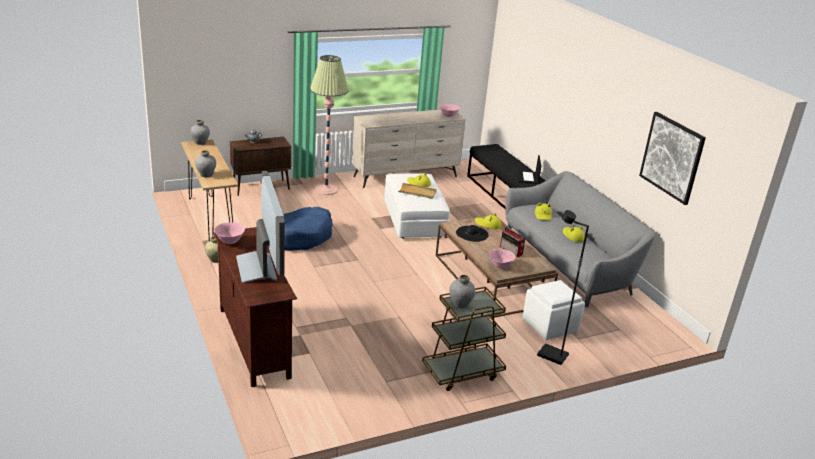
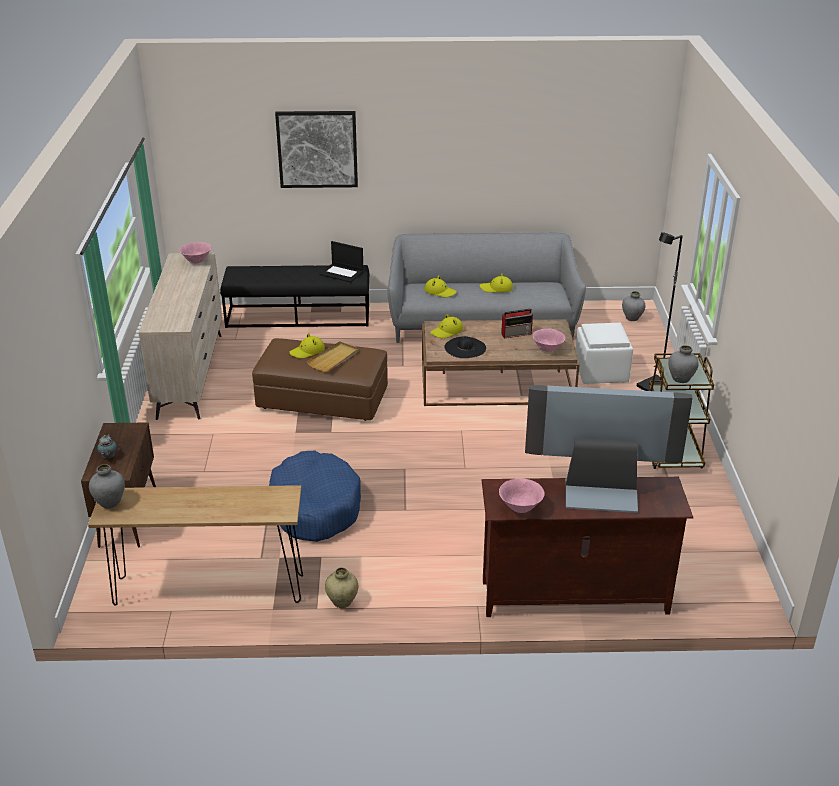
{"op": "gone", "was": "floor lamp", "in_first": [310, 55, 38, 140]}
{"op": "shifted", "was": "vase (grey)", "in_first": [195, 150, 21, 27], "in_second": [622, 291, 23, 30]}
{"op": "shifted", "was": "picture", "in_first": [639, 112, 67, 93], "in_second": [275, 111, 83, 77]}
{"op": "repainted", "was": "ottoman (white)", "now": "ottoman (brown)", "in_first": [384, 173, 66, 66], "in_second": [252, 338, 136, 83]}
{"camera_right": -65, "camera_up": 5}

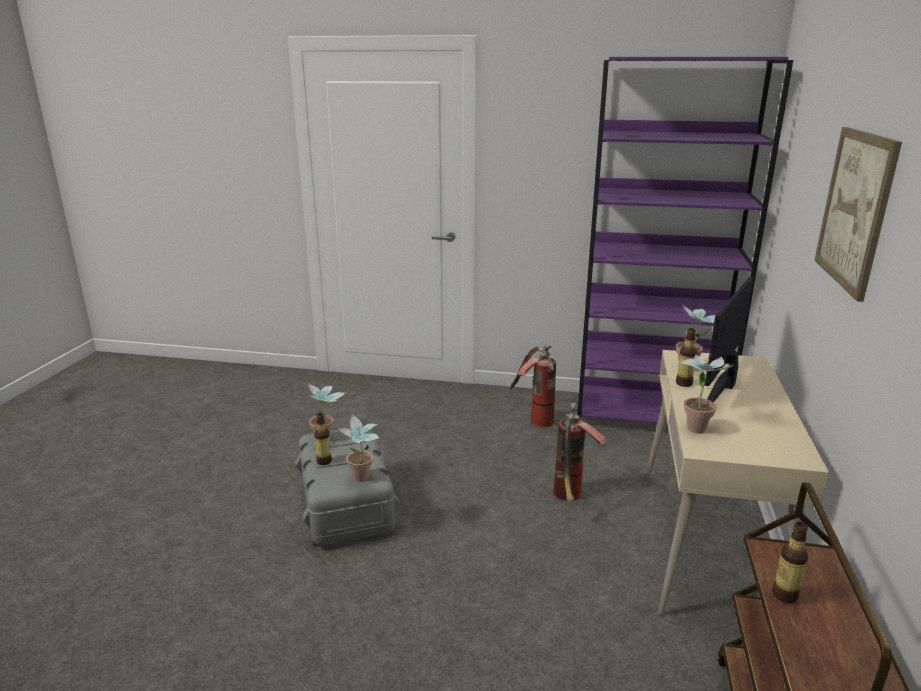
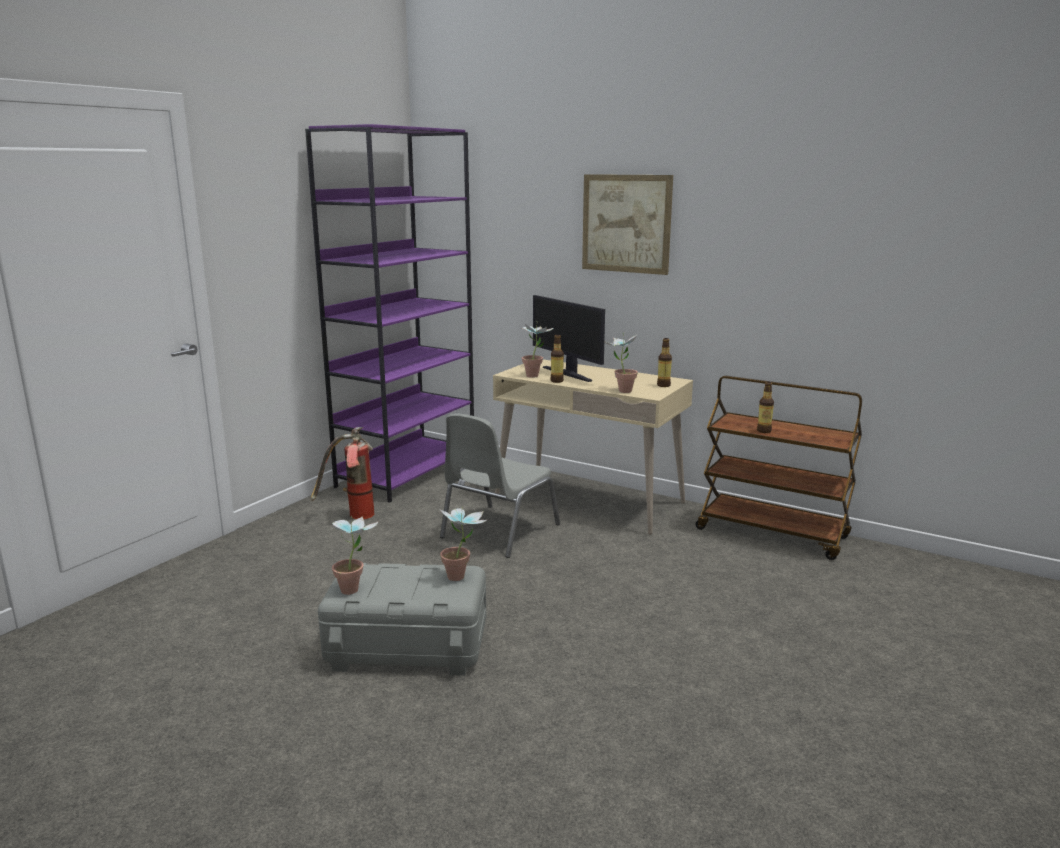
{"op": "shifted", "was": "bottle", "in_first": [314, 413, 18, 52], "in_second": [657, 338, 15, 49]}
{"op": "swapped", "was": "fire extinguisher", "now": "chair (grey)", "in_first": [553, 401, 53, 103], "in_second": [440, 413, 120, 145]}
{"camera_right": -70, "camera_up": -5}

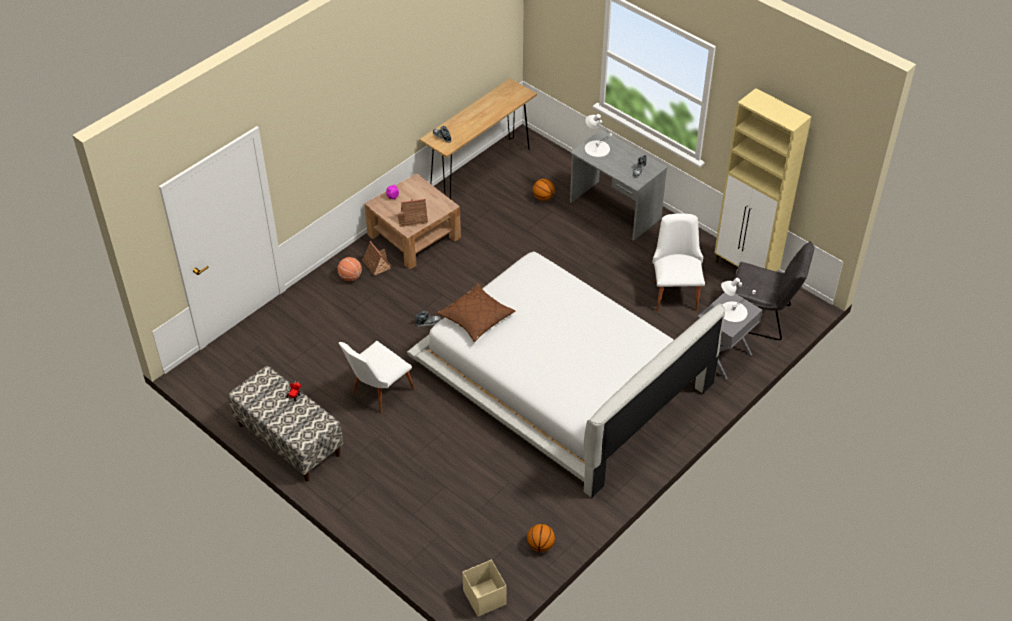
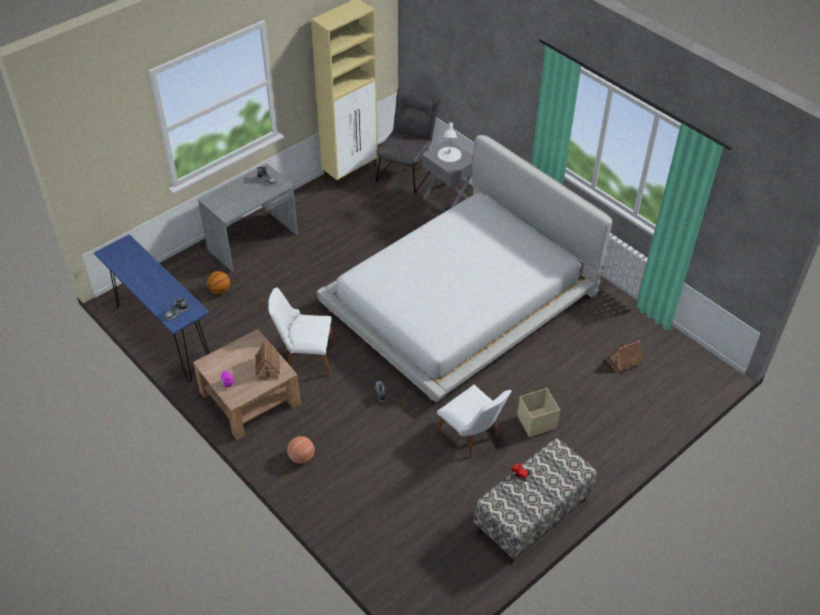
{"op": "gone", "was": "pillow (brown)", "in_first": [437, 283, 78, 59]}
{"op": "gone", "was": "basketball", "in_first": [527, 524, 28, 28]}
{"op": "gone", "was": "table lamp (white)", "in_first": [585, 114, 27, 43]}
{"op": "shifted", "was": "toy house", "in_first": [362, 241, 30, 35], "in_second": [606, 340, 37, 33]}
{"op": "shifted", "was": "storage box (beige)", "in_first": [462, 560, 45, 57], "in_second": [517, 388, 43, 49]}
{"op": "shifted", "was": "chair (white)", "in_first": [652, 213, 53, 99], "in_second": [268, 287, 68, 89]}
{"op": "repainted", "was": "console table (brown)", "now": "console table (blue)", "in_first": [419, 78, 118, 121], "in_second": [94, 234, 116, 148]}
{"camera_right": -85, "camera_up": 0}

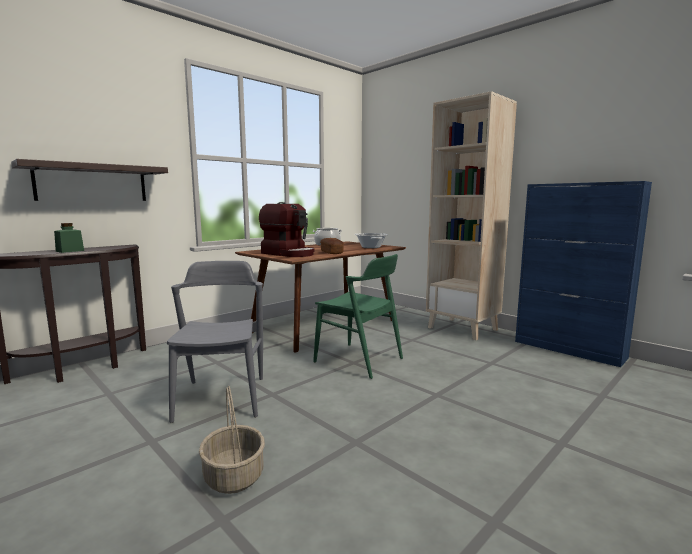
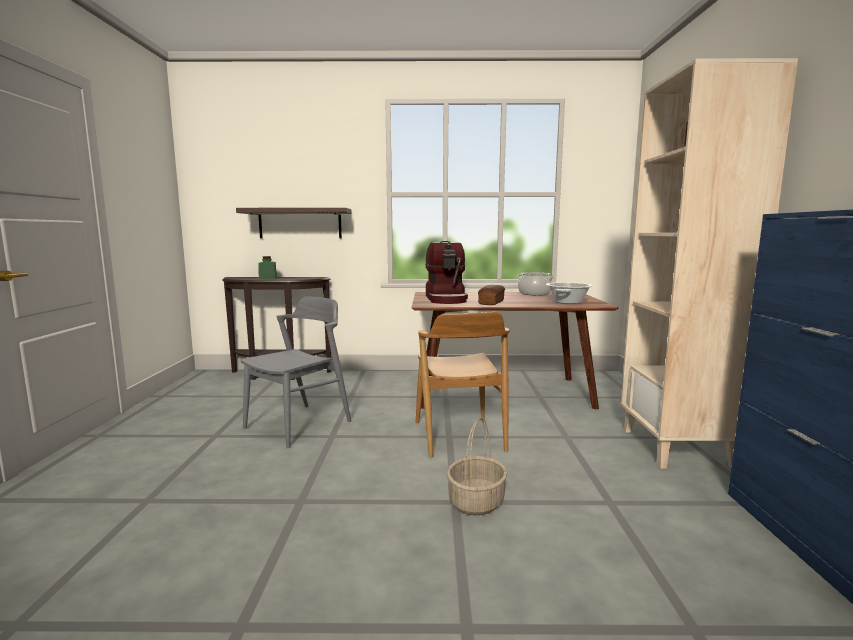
{"op": "shifted", "was": "basket", "in_first": [199, 386, 66, 108], "in_second": [447, 417, 60, 98]}
{"op": "repainted", "was": "chair (green)", "now": "chair (brown)", "in_first": [313, 254, 90, 125], "in_second": [416, 312, 94, 146]}
{"camera_right": 45, "camera_up": 0}

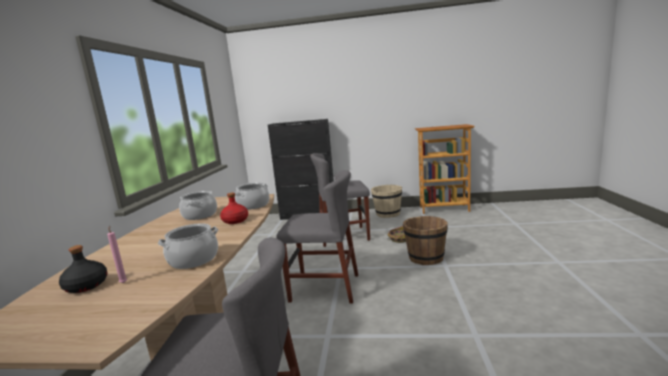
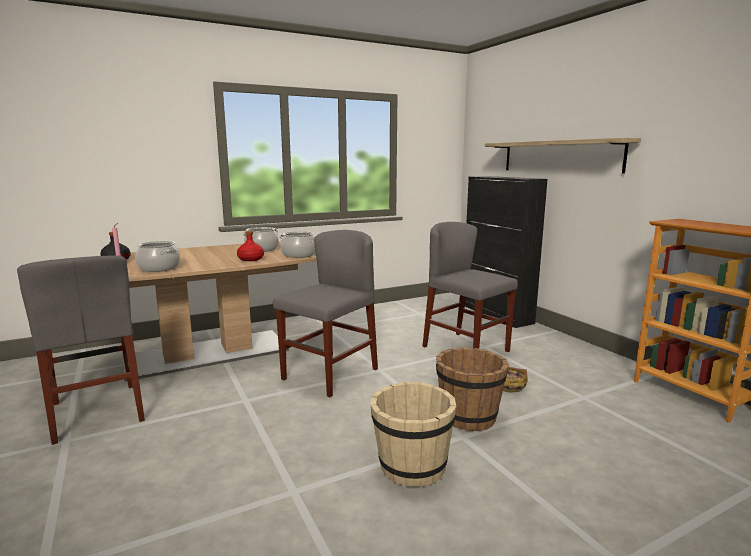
{"op": "new", "now": "shelf", "in_second": [485, 138, 156, 36]}
{"op": "shifted", "was": "bucket (beige)", "in_first": [371, 185, 31, 33], "in_second": [370, 382, 86, 105]}
{"op": "rotated", "was": "chair (grey)", "in_first": [276, 170, 82, 134], "in_second": [273, 230, 105, 167], "clockwise": -120}
{"camera_right": 55, "camera_up": 0}

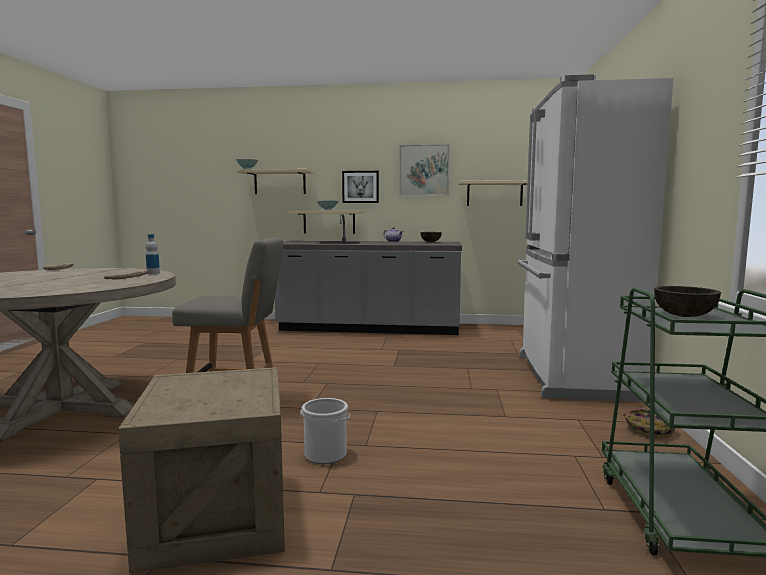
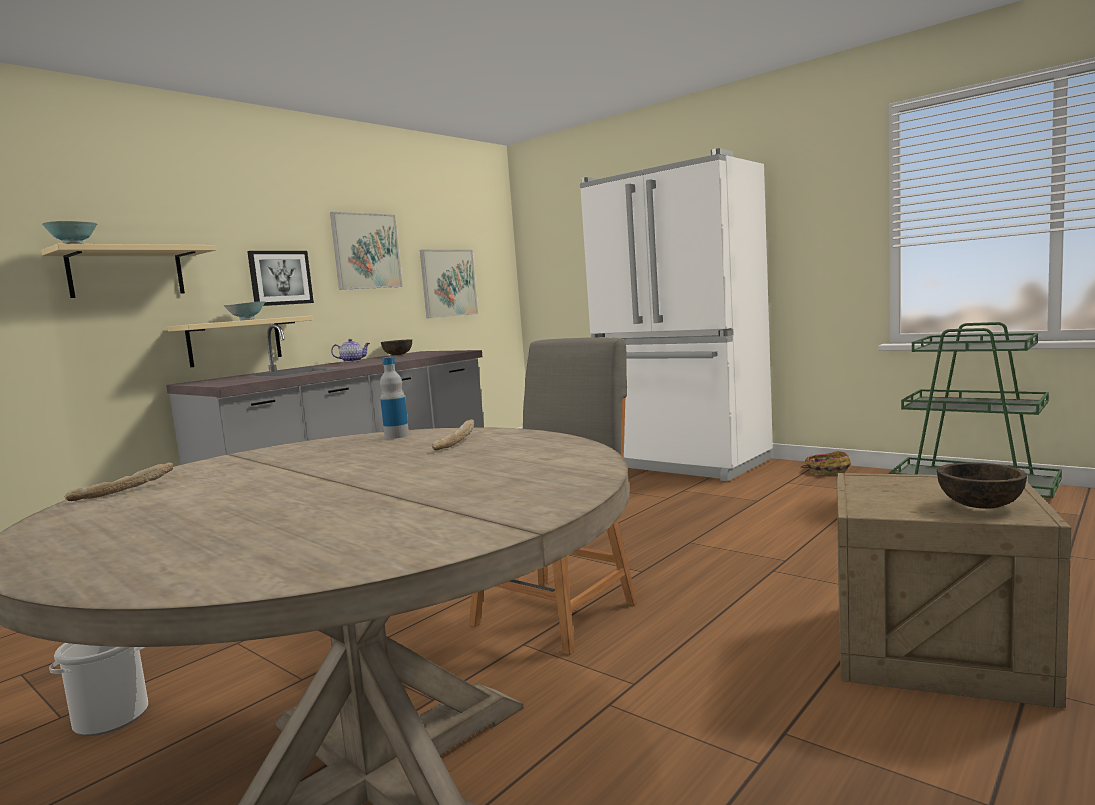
{"op": "shifted", "was": "bucket", "in_first": [300, 398, 50, 66], "in_second": [49, 643, 99, 93]}
{"op": "shifted", "was": "bowl (brown)", "in_first": [654, 286, 67, 31], "in_second": [937, 463, 90, 46]}
{"op": "swapped", "was": "shelf (beige)", "now": "picture", "in_first": [459, 180, 69, 26], "in_second": [420, 250, 58, 69]}
{"camera_right": -55, "camera_up": 0}

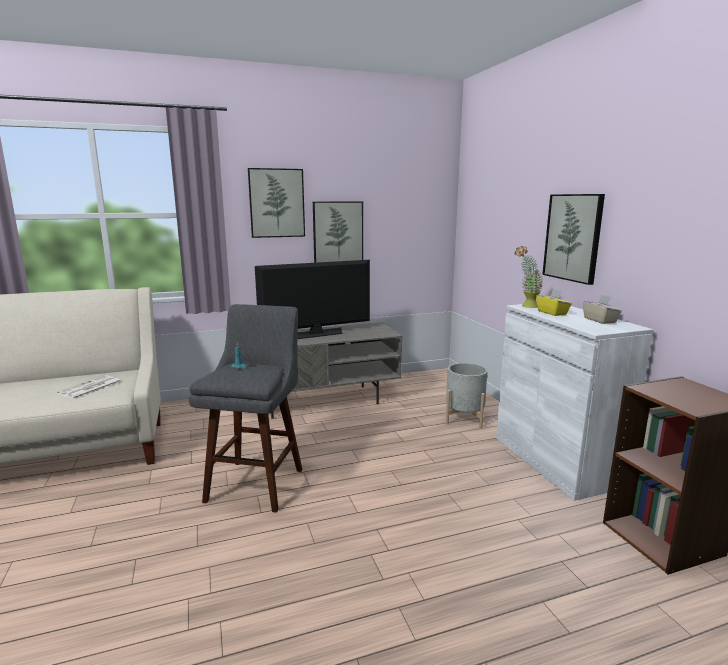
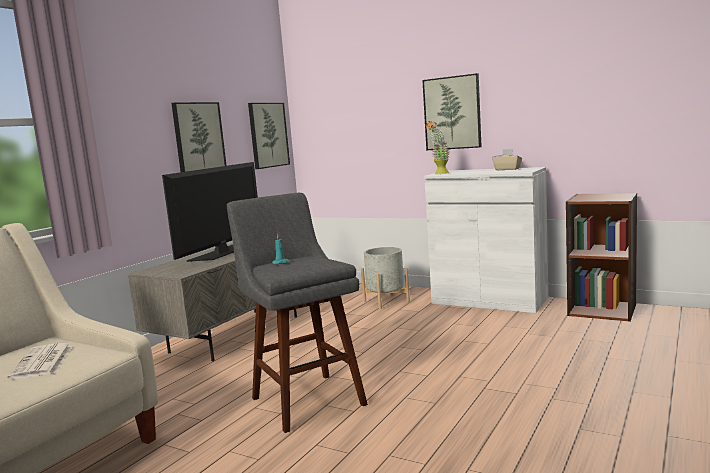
{"op": "gone", "was": "tissue box (yellow)", "in_first": [536, 289, 36, 27]}
{"op": "shifted", "was": "picture", "in_first": [248, 168, 57, 70], "in_second": [248, 103, 42, 66]}
{"camera_right": -40, "camera_up": -5}

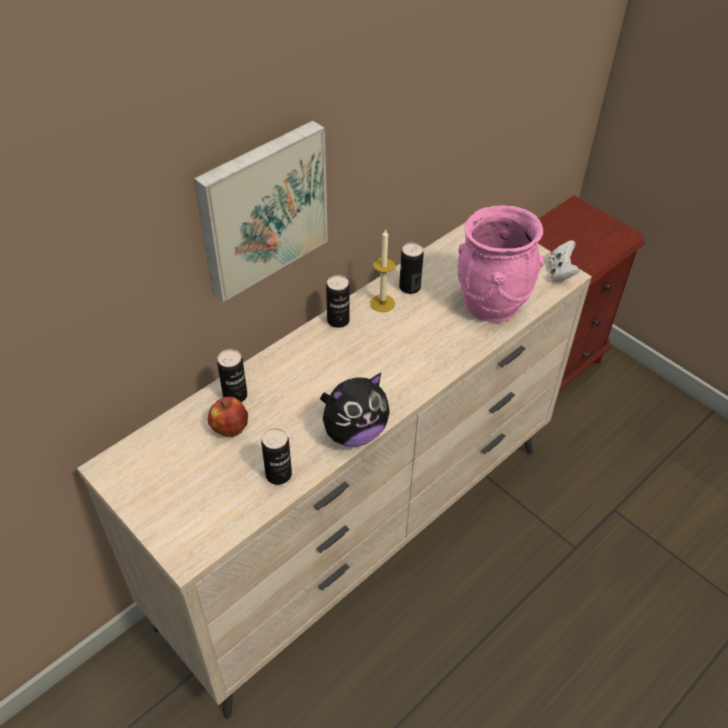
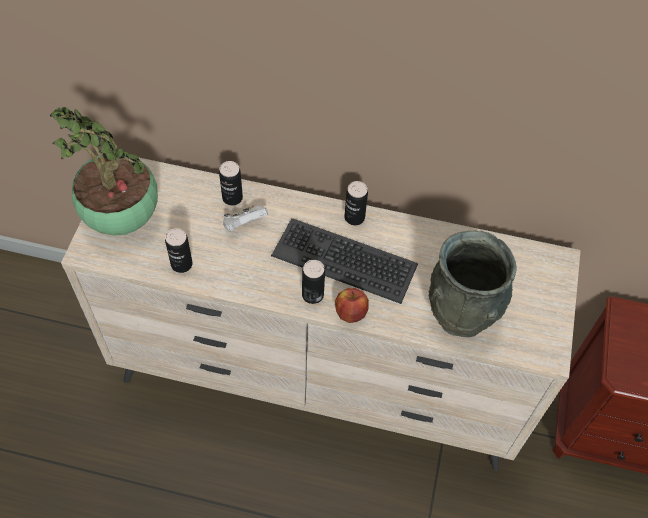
{"op": "gone", "was": "picture", "in_first": [194, 121, 134, 181]}
{"op": "gone", "was": "plush toy", "in_first": [320, 372, 70, 75]}
{"op": "gone", "was": "candle", "in_first": [370, 229, 25, 83]}
{"op": "new", "now": "potted plant", "in_second": [50, 107, 108, 129]}
{"op": "new", "now": "keyboard", "in_second": [271, 218, 147, 86]}
{"op": "shifted", "was": "apple", "in_first": [208, 397, 40, 40], "in_second": [335, 288, 34, 35]}
{"op": "shifted", "was": "can", "in_first": [399, 243, 25, 51], "in_second": [302, 260, 23, 44]}
{"op": "shifted", "was": "game controller (white)", "in_first": [548, 240, 32, 42], "in_second": [223, 205, 45, 26]}
{"op": "repainted", "was": "vase (pink)", "now": "vase (grey)", "in_first": [457, 205, 87, 118], "in_second": [428, 231, 89, 106]}
{"camera_right": 55, "camera_up": 10}

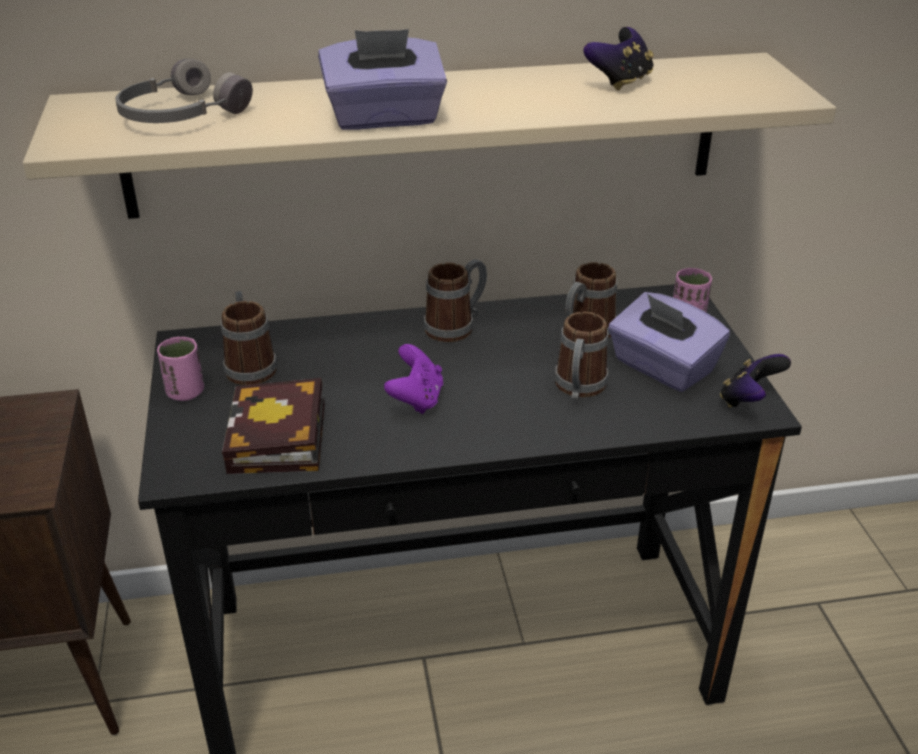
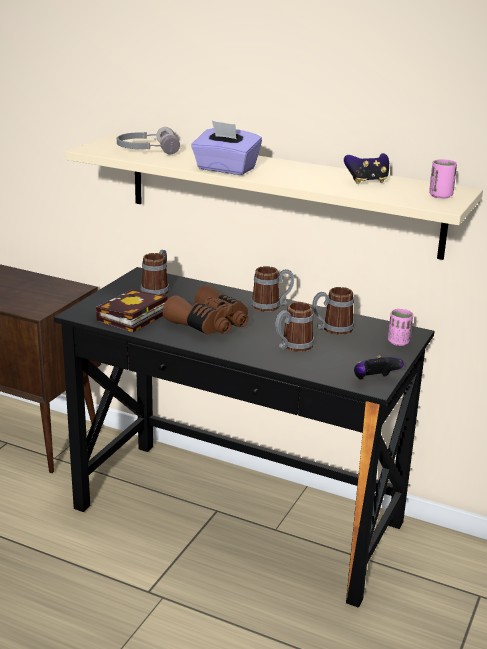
{"op": "gone", "was": "tissue box (purple)", "in_first": [608, 292, 122, 100]}
{"op": "shifted", "was": "cup (pink)", "in_first": [157, 337, 47, 64], "in_second": [429, 159, 28, 40]}
{"op": "swapped", "was": "game controller (purple)", "now": "binoculars (brown)", "in_first": [384, 344, 59, 70], "in_second": [162, 285, 86, 50]}
{"camera_right": 35, "camera_up": -10}

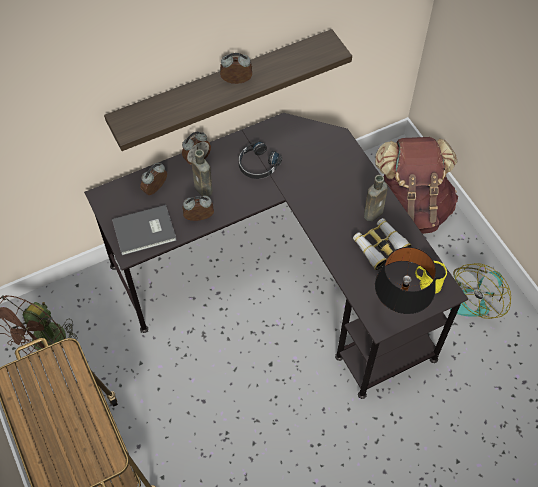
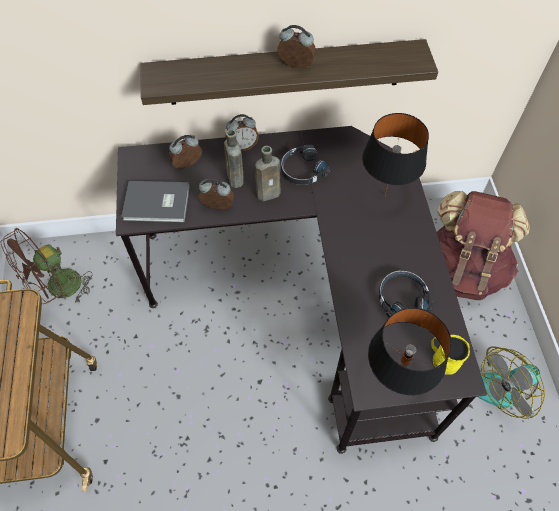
{"op": "new", "now": "table lamp (black)", "in_second": [362, 113, 67, 82]}
{"op": "shifted", "was": "bottle (brown)", "in_first": [364, 175, 24, 46], "in_second": [255, 146, 25, 55]}
{"op": "swapped", "was": "binoculars", "now": "headphones (black)", "in_first": [353, 218, 59, 52], "in_second": [379, 270, 54, 48]}
{"camera_right": 20, "camera_up": 0}

